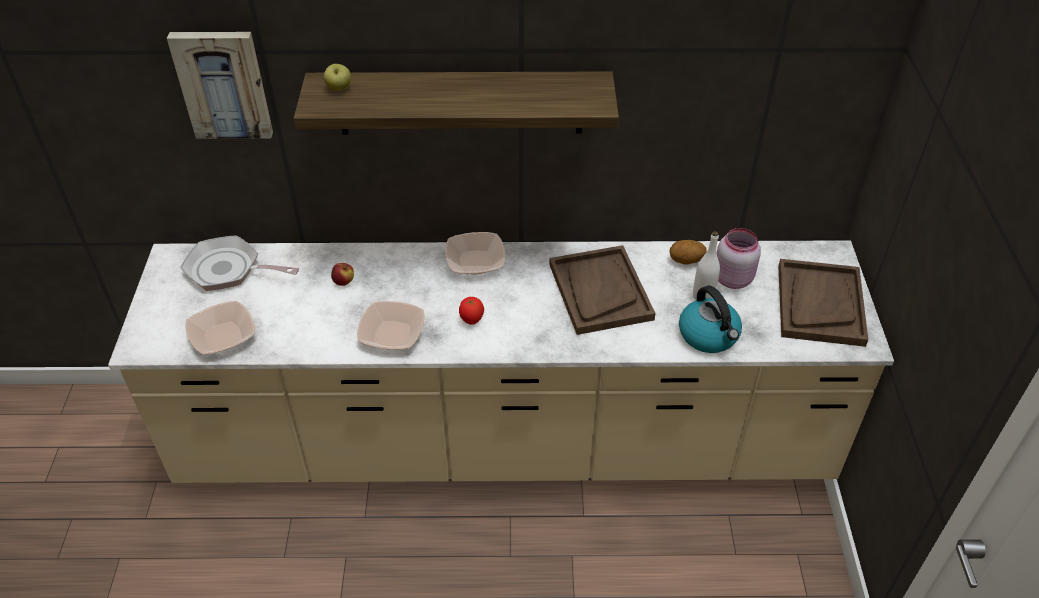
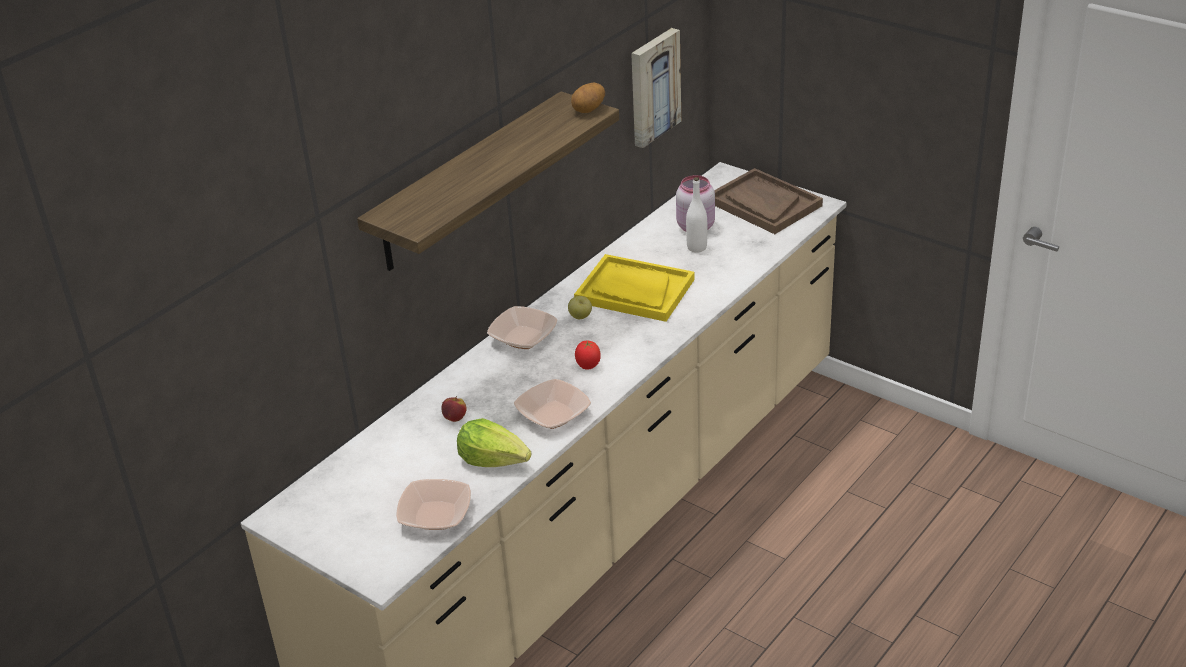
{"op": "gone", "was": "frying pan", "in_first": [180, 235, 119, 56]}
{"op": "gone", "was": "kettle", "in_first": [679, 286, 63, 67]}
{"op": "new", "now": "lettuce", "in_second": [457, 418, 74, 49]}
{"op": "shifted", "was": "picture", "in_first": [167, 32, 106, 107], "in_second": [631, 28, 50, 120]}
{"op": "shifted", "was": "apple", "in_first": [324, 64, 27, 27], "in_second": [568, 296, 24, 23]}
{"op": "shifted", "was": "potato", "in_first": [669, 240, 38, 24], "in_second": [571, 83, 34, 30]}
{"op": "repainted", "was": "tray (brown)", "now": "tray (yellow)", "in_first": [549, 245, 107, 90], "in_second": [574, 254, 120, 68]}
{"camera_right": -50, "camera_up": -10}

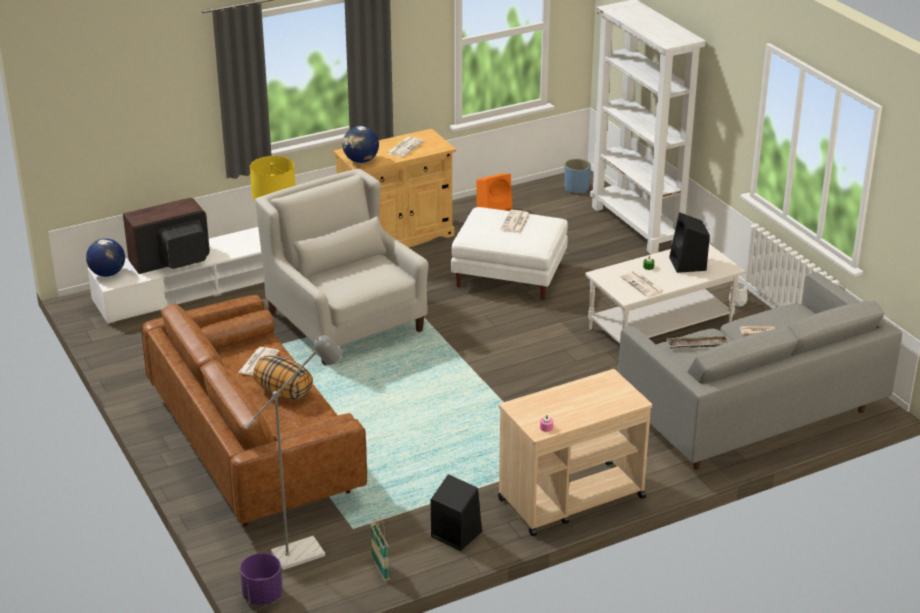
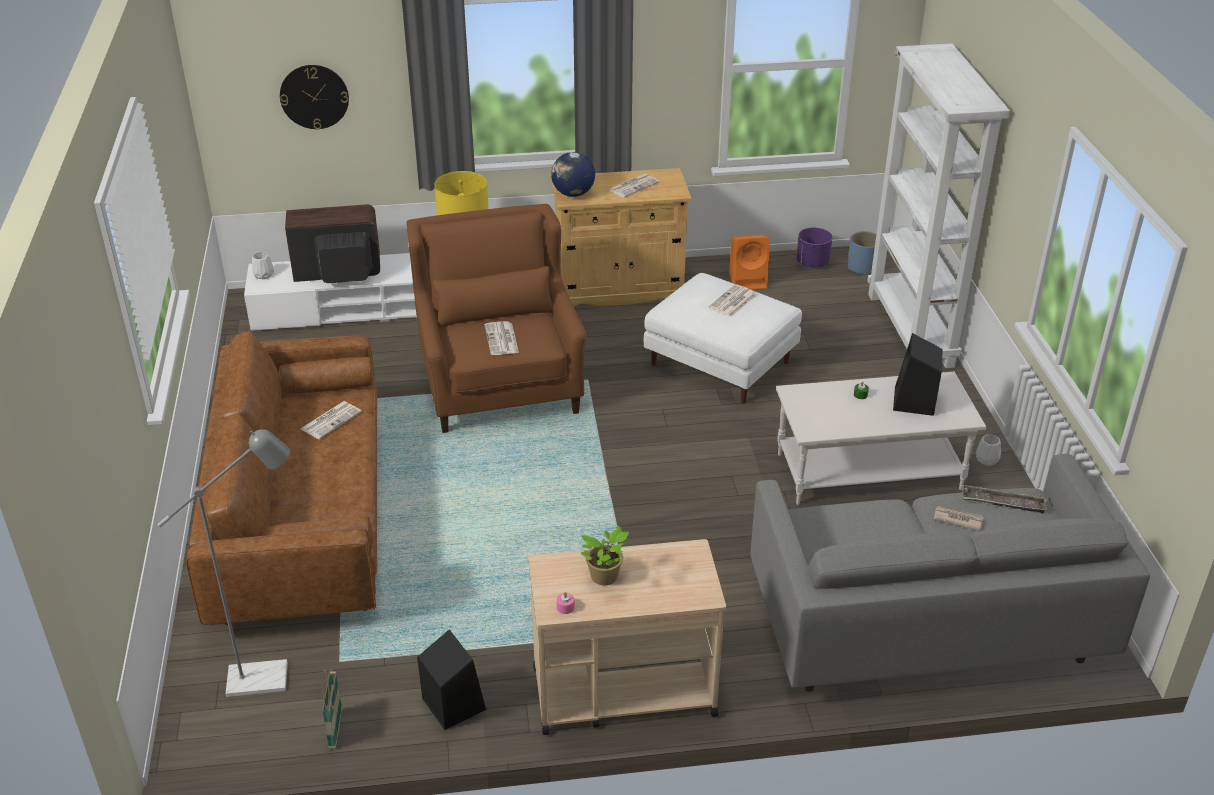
{"op": "gone", "was": "pillow", "in_first": [253, 355, 60, 45]}
{"op": "new", "now": "wall clock", "in_second": [280, 65, 69, 65]}
{"op": "new", "now": "potted plant", "in_second": [580, 525, 49, 60]}
{"op": "shifted", "was": "planter (purple)", "in_first": [240, 553, 43, 52], "in_second": [796, 228, 36, 40]}
{"op": "shifted", "was": "newspaper", "in_first": [620, 271, 44, 25], "in_second": [485, 321, 34, 34]}
{"op": "shifted", "was": "tray", "in_first": [667, 334, 62, 14], "in_second": [962, 485, 85, 29]}
{"op": "swapped", "was": "globe", "now": "vase (white)", "in_first": [86, 238, 39, 39], "in_second": [252, 252, 22, 27]}
{"op": "repainted", "was": "armchair (white)", "now": "armchair (brown)", "in_first": [255, 169, 174, 196], "in_second": [406, 204, 180, 229]}
{"camera_right": 20, "camera_up": 5}

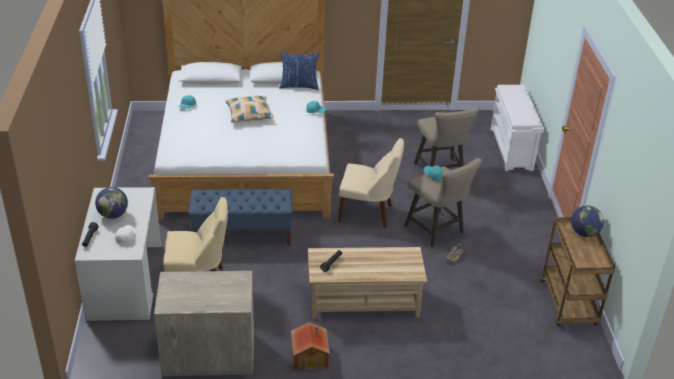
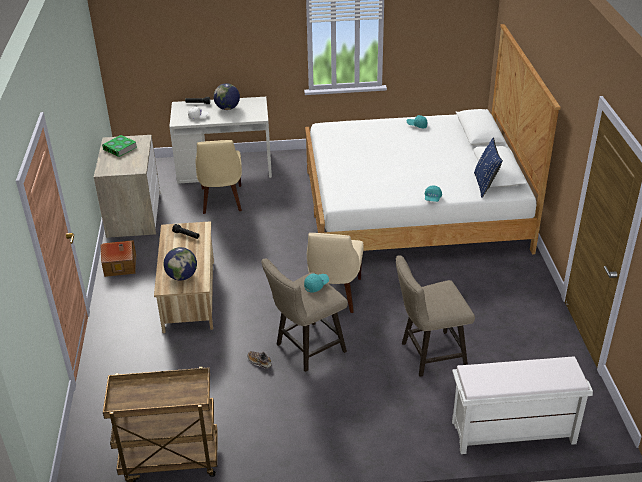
{"op": "gone", "was": "bench (blue)", "in_first": [189, 189, 103, 57]}
{"op": "gone", "was": "pillow", "in_first": [225, 96, 48, 27]}
{"op": "new", "now": "book", "in_second": [102, 135, 35, 22]}
{"op": "shifted", "was": "globe", "in_first": [571, 205, 33, 32], "in_second": [164, 247, 33, 34]}
{"camera_right": 90, "camera_up": 0}

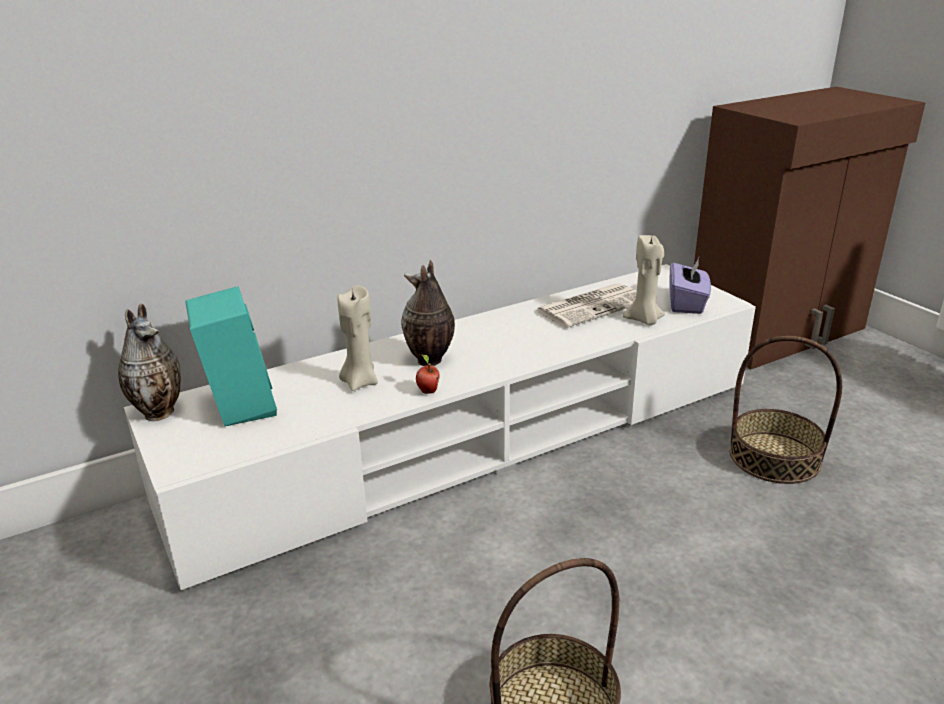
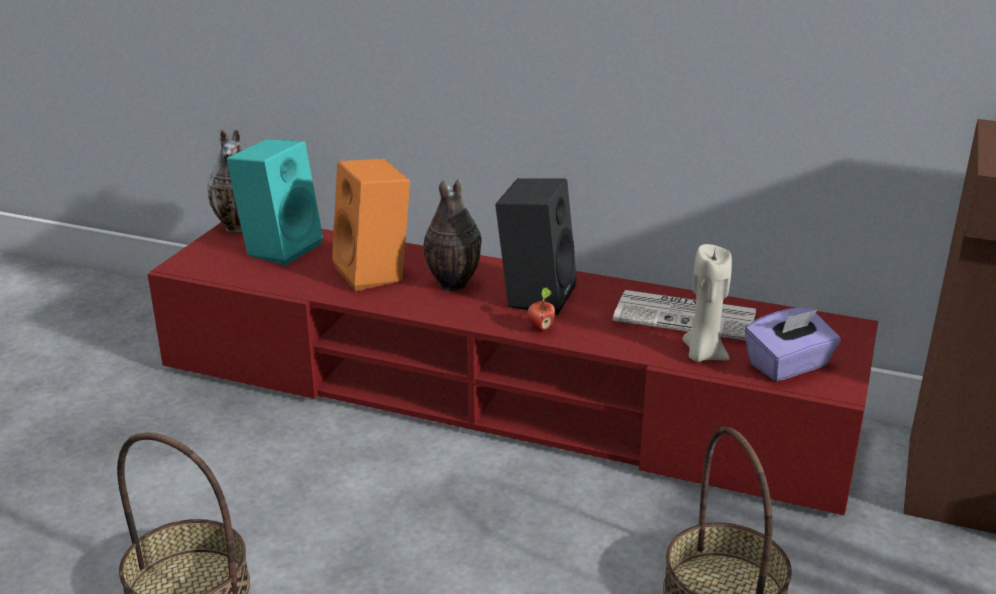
{"op": "new", "now": "speaker (black)", "in_second": [495, 178, 82, 137]}
{"op": "shifted", "was": "apple", "in_first": [416, 354, 23, 40], "in_second": [527, 287, 28, 45]}
{"op": "swapped", "was": "candle (beige)", "now": "speaker (orange)", "in_first": [338, 285, 40, 106], "in_second": [332, 159, 78, 132]}
{"op": "repainted", "was": "tv stand (white)", "now": "tv stand (red)", "in_first": [124, 264, 632, 326], "in_second": [147, 222, 731, 294]}
{"camera_right": 50, "camera_up": 0}

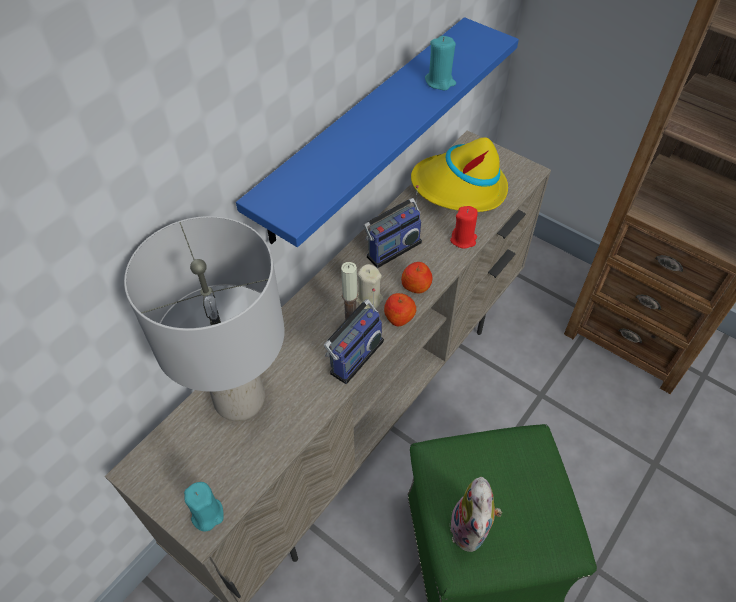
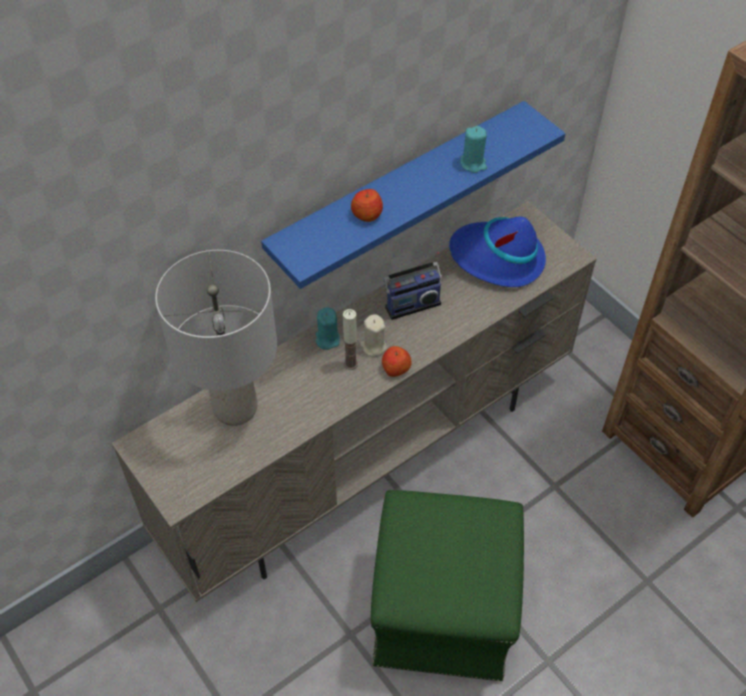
{"op": "gone", "was": "radio", "in_first": [324, 288, 60, 96]}
{"op": "gone", "was": "candle (red)", "in_first": [450, 206, 28, 43]}
{"op": "gone", "was": "plush toy", "in_first": [450, 477, 52, 75]}
{"op": "shifted", "was": "candle (turquoise)", "in_first": [184, 482, 40, 49], "in_second": [316, 308, 24, 42]}
{"op": "shifted", "was": "apple", "in_first": [401, 262, 31, 32], "in_second": [351, 189, 32, 33]}
{"op": "repainted", "was": "hat (yellow)", "now": "hat (blue)", "in_first": [411, 137, 97, 75], "in_second": [449, 217, 97, 70]}
{"camera_right": 15, "camera_up": 0}

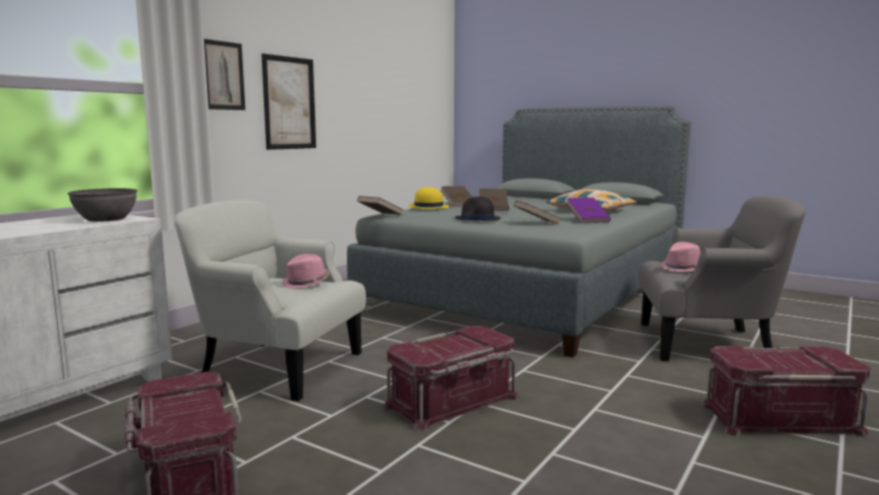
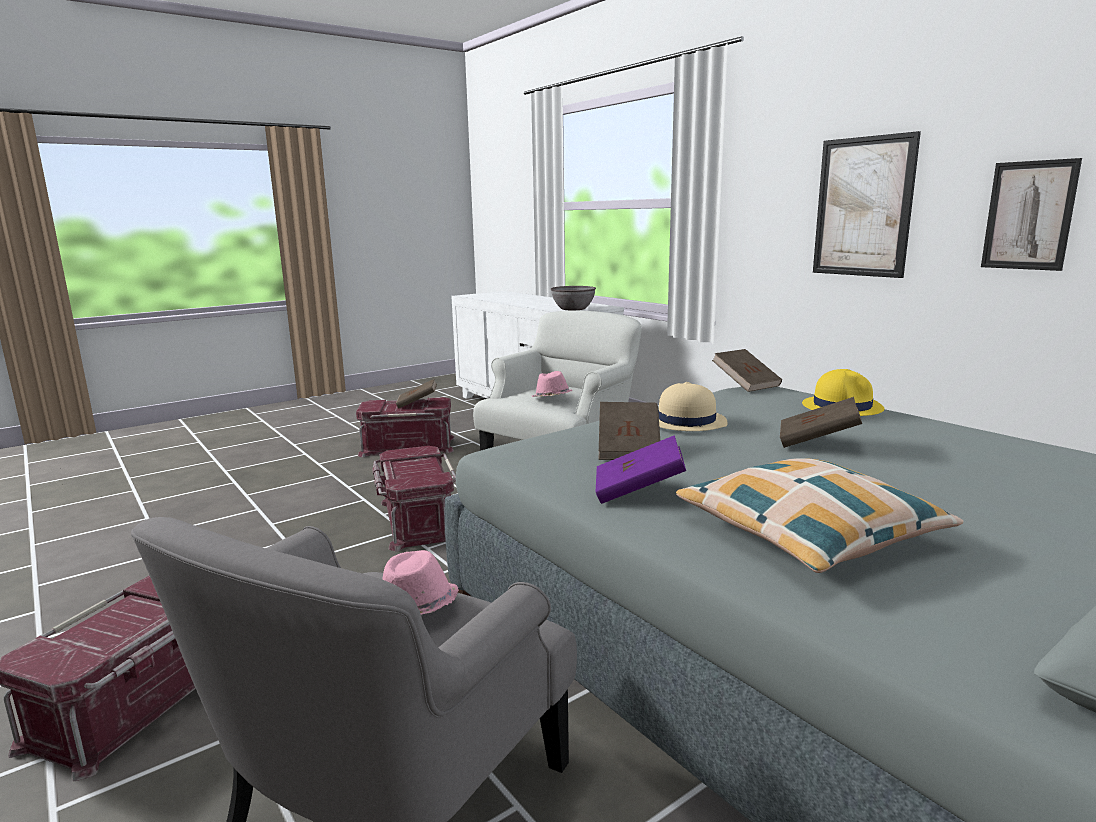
{"op": "shifted", "was": "picture", "in_first": [204, 39, 41, 71], "in_second": [981, 158, 101, 113]}
{"op": "shifted", "was": "book (brown)", "in_first": [441, 186, 31, 21], "in_second": [396, 379, 41, 29]}
{"op": "repainted", "was": "hat (black)", "now": "hat (beige)", "in_first": [455, 196, 46, 25], "in_second": [658, 382, 70, 49]}
{"camera_right": 110, "camera_up": 5}

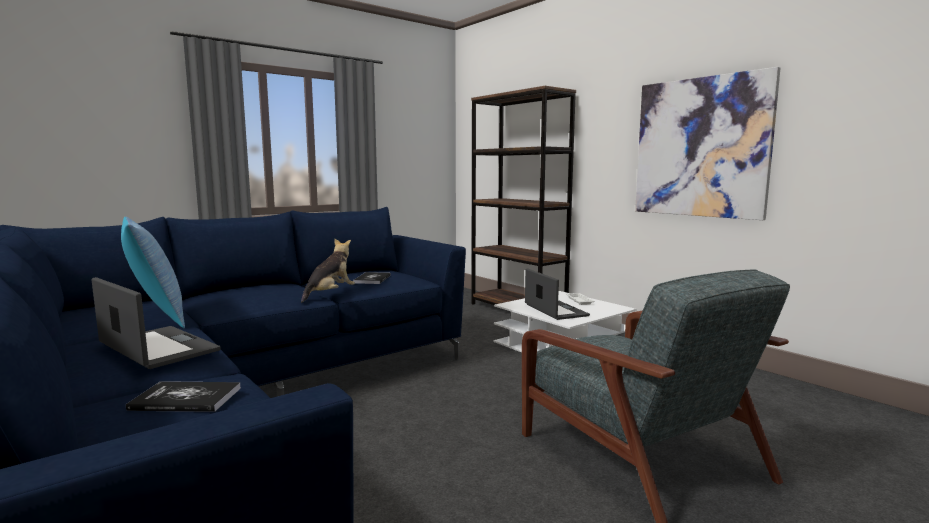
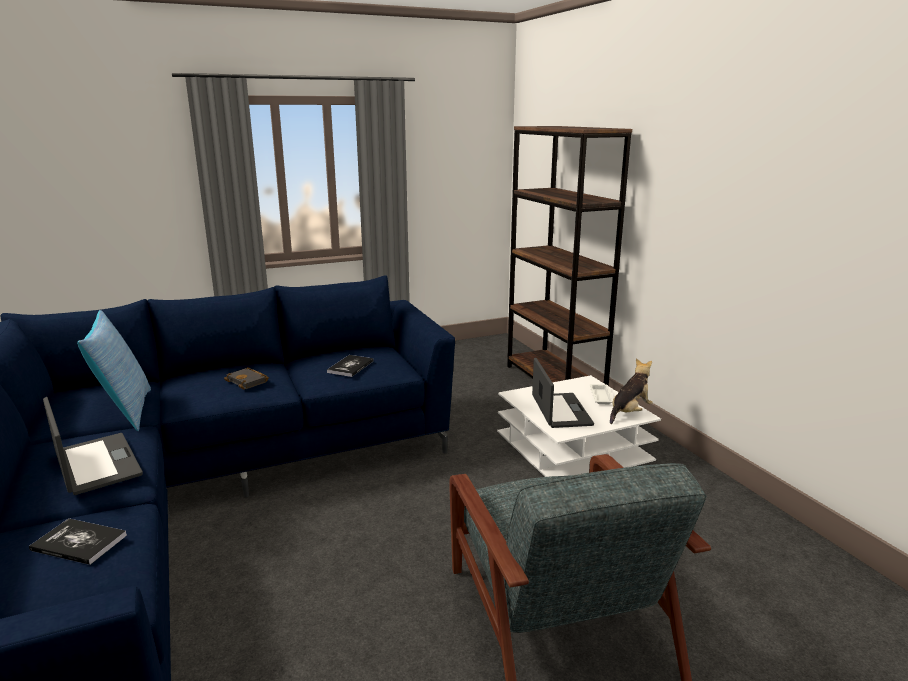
{"op": "gone", "was": "picture", "in_first": [635, 67, 146, 153]}
{"op": "new", "now": "book (black)", "in_second": [224, 367, 45, 23]}
{"op": "shifted", "was": "plush toy", "in_first": [301, 239, 54, 63], "in_second": [610, 358, 43, 66]}
{"camera_right": 15, "camera_up": 10}

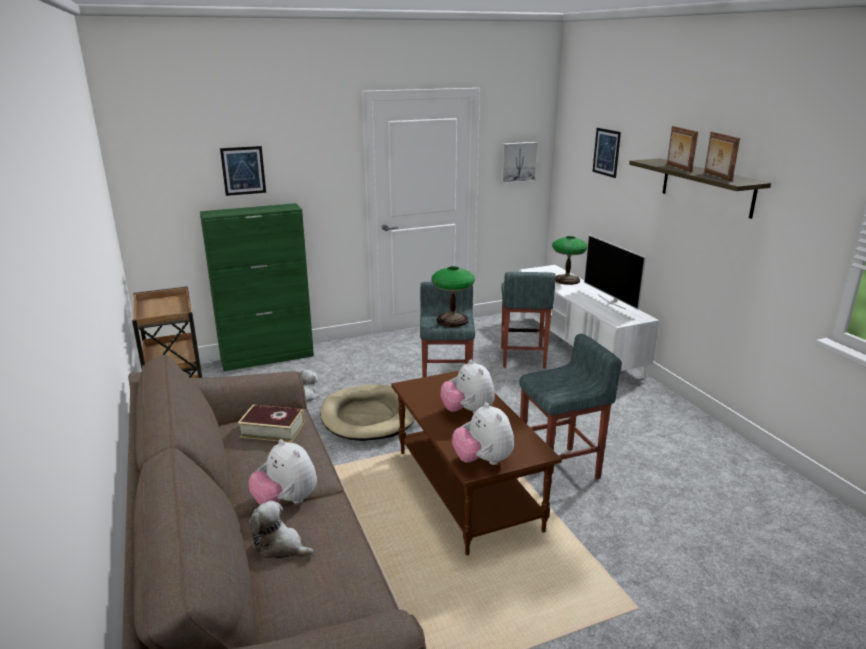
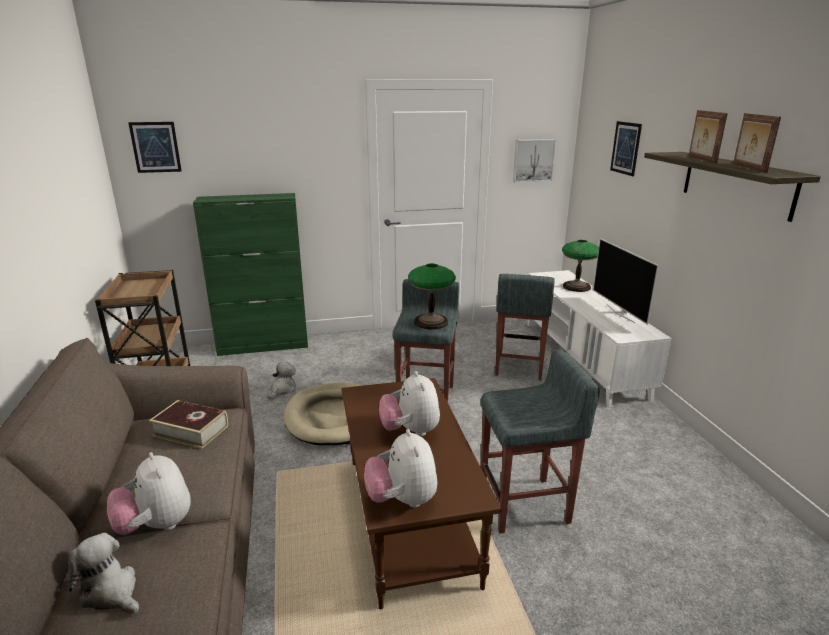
{"op": "shifted", "was": "picture", "in_first": [220, 146, 46, 50], "in_second": [128, 122, 54, 51]}
{"camera_right": 10, "camera_up": 0}

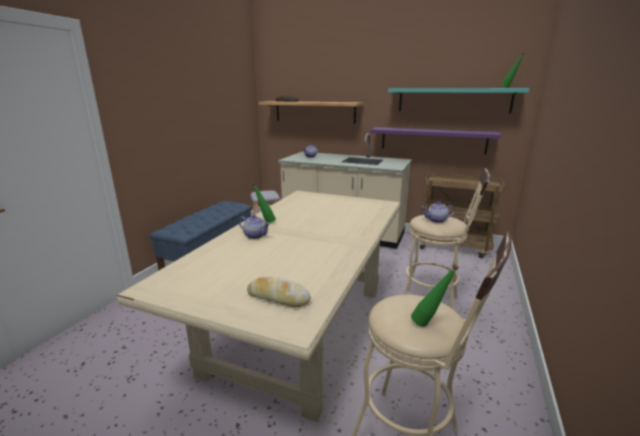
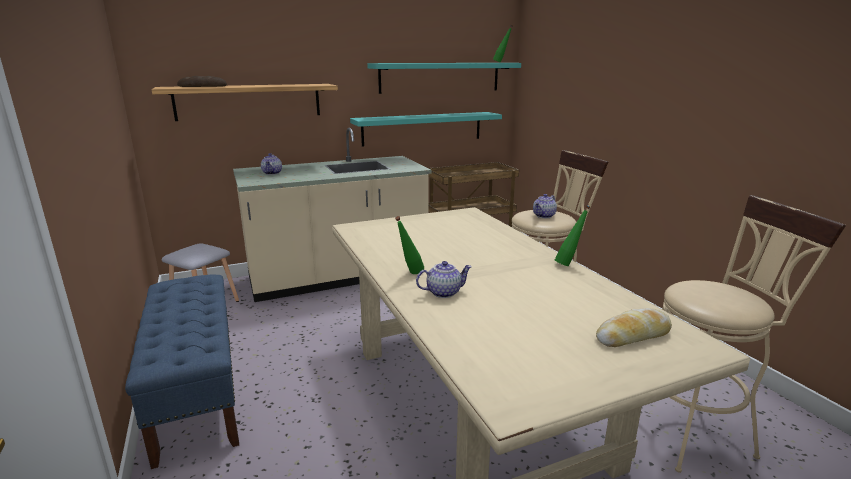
{"op": "shifted", "was": "bottle (green)", "in_first": [411, 264, 48, 63], "in_second": [555, 205, 35, 61]}
{"op": "repainted", "was": "shelf (purple)", "now": "shelf (turquoise)", "in_first": [370, 127, 131, 28], "in_second": [350, 112, 152, 35]}
{"camera_right": -45, "camera_up": 0}

